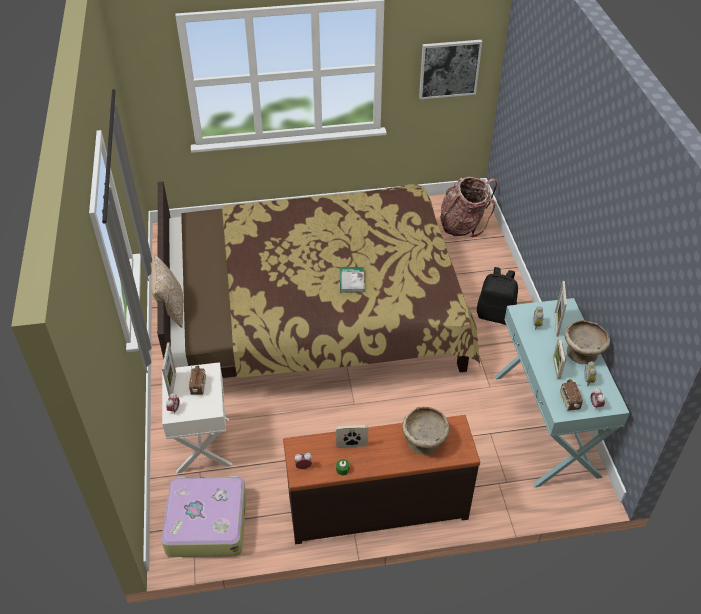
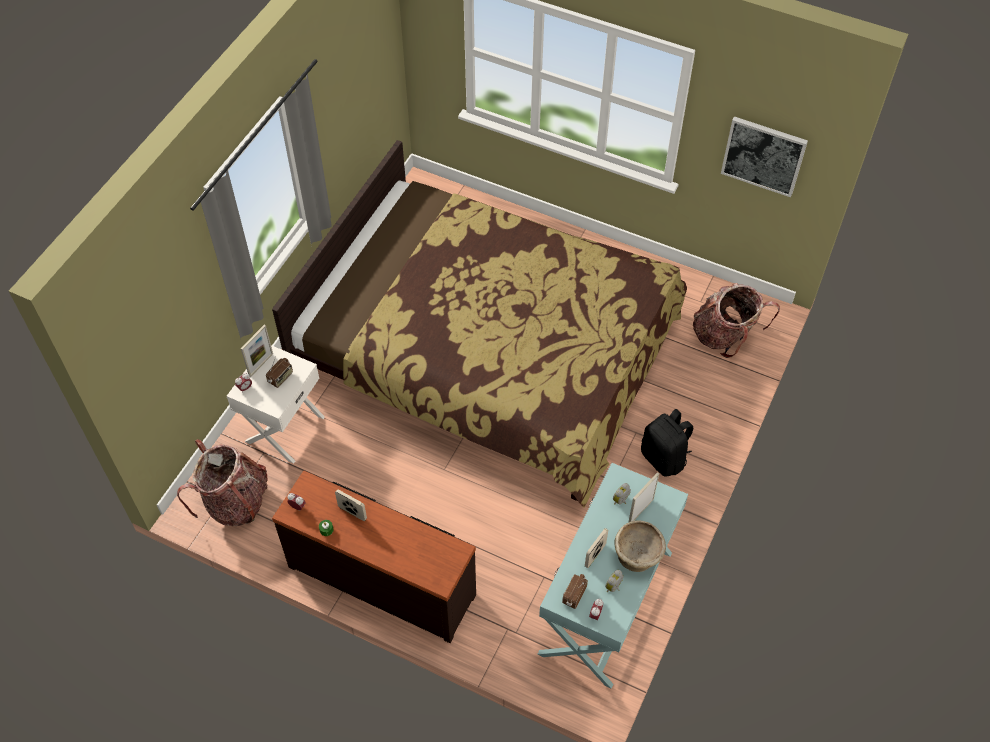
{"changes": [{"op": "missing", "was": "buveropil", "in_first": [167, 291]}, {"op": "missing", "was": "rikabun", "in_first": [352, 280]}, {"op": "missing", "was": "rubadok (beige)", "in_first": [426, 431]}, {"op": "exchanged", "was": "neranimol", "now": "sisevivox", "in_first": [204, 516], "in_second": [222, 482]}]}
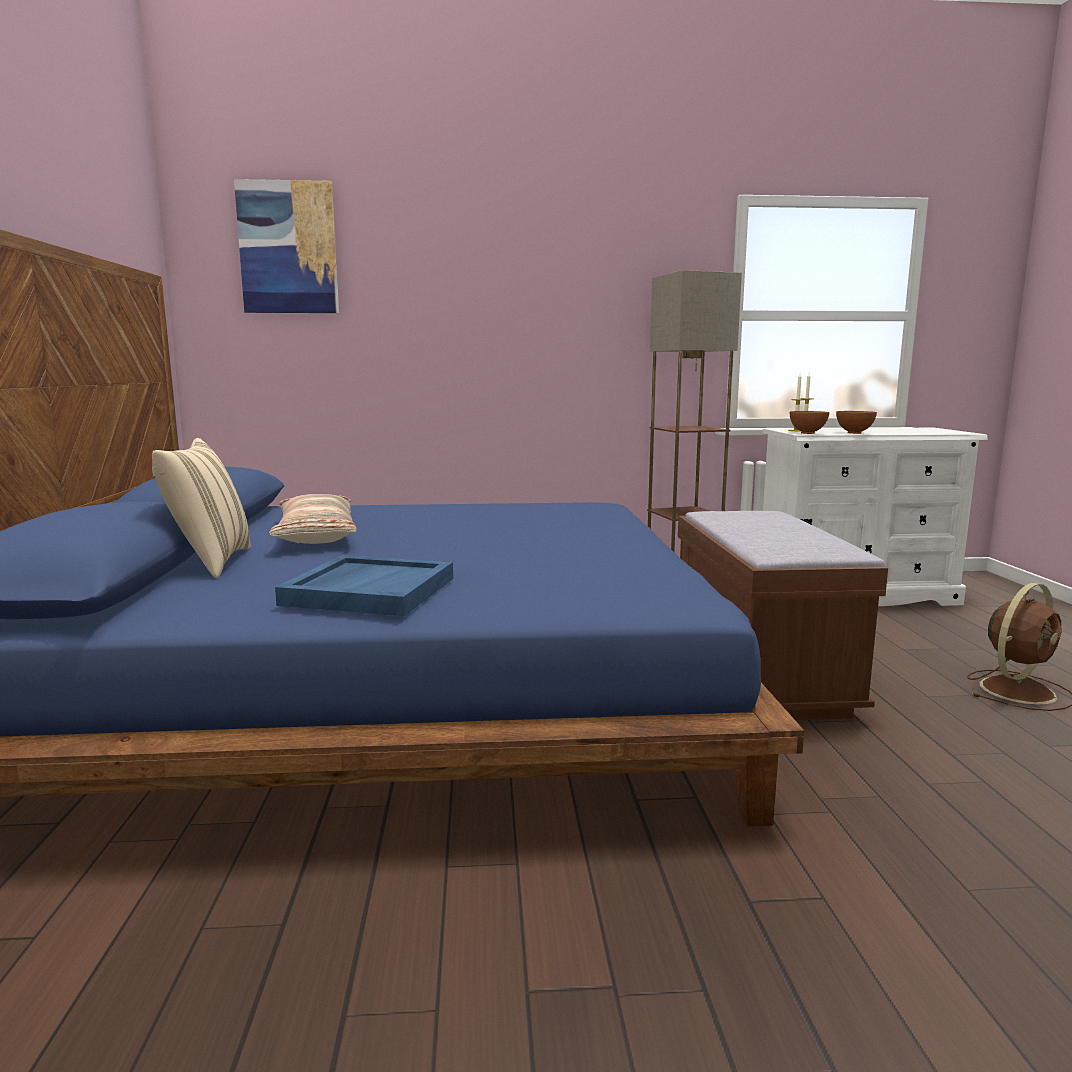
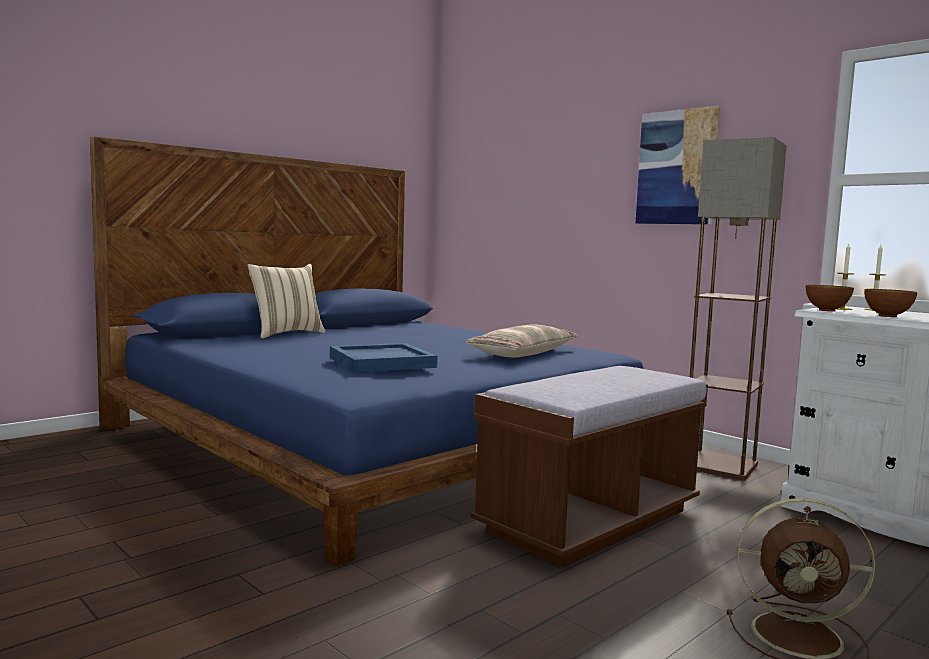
{"changes": [{"op": "relocated", "was": "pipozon", "in_first": [286, 246], "in_second": [678, 164]}, {"op": "relocated", "was": "buveropil", "in_first": [313, 519], "in_second": [522, 341]}, {"op": "relocated", "was": "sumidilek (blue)", "in_first": [364, 585], "in_second": [384, 357]}]}
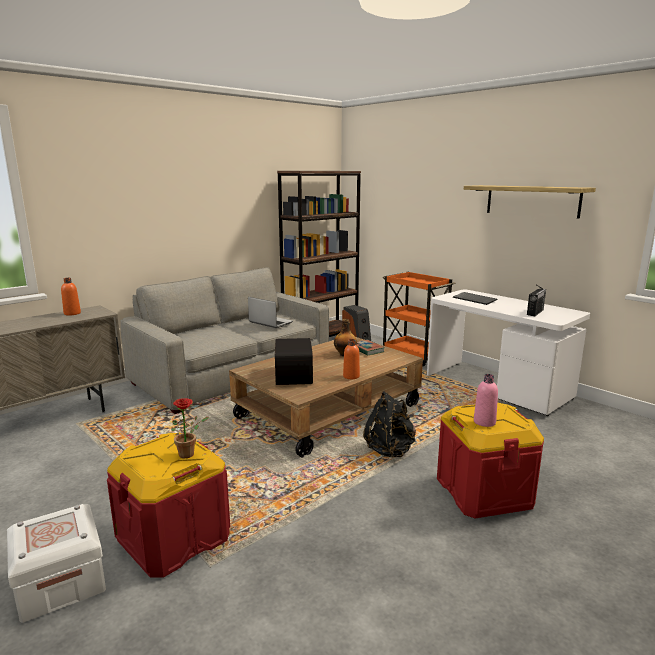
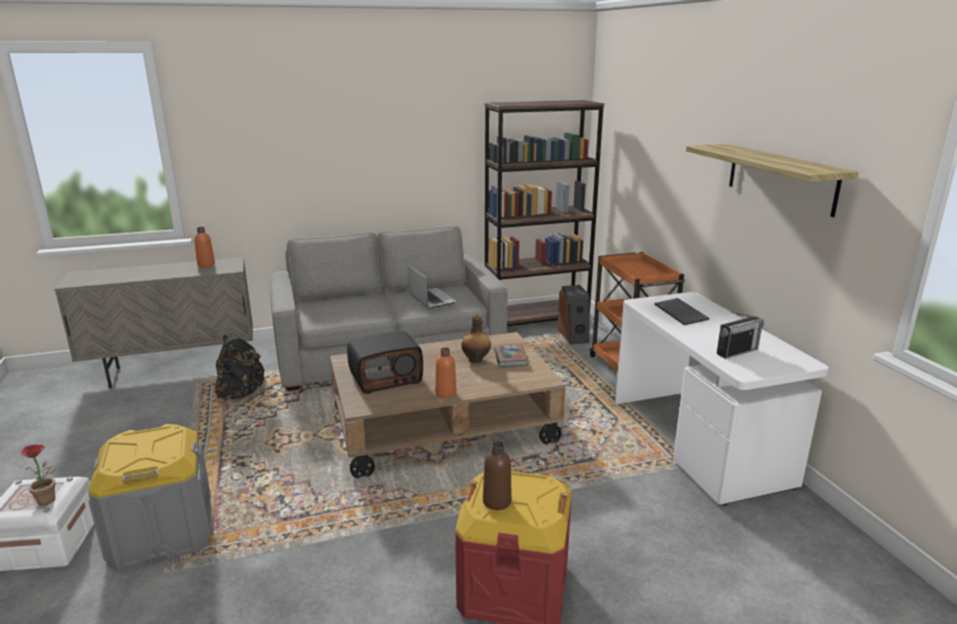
{"changes": [{"op": "relocated", "was": "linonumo", "in_first": [190, 428], "in_second": [38, 475]}, {"op": "relocated", "was": "sisevivox (black)", "in_first": [389, 424], "in_second": [240, 367]}, {"op": "colour", "was": "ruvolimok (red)", "now": "ruvolimok (grey)", "in_first": [168, 505], "in_second": [149, 497]}, {"op": "colour", "was": "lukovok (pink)", "now": "lukovok (brown)", "in_first": [486, 400], "in_second": [497, 475]}, {"op": "spun", "was": "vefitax", "in_first": [294, 361], "in_second": [385, 362], "clockwise": -135}]}
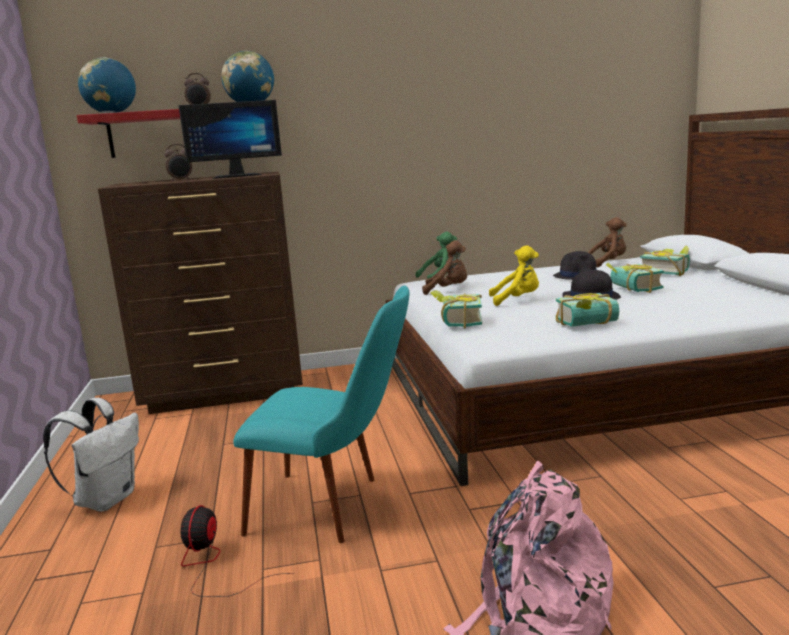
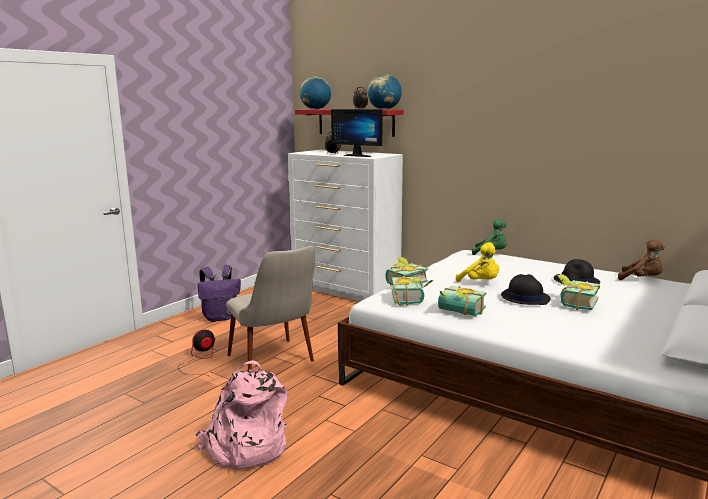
{"changes": [{"op": "missing", "was": "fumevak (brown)", "in_first": [444, 267]}, {"op": "relocated", "was": "rikabun", "in_first": [665, 261], "in_second": [413, 291]}, {"op": "colour", "was": "sisevivox (white)", "now": "sisevivox (purple)", "in_first": [91, 455], "in_second": [219, 293]}, {"op": "colour", "was": "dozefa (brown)", "now": "dozefa (white)", "in_first": [200, 293], "in_second": [345, 226]}, {"op": "colour", "was": "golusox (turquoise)", "now": "golusox (beige)", "in_first": [321, 414], "in_second": [271, 308]}]}
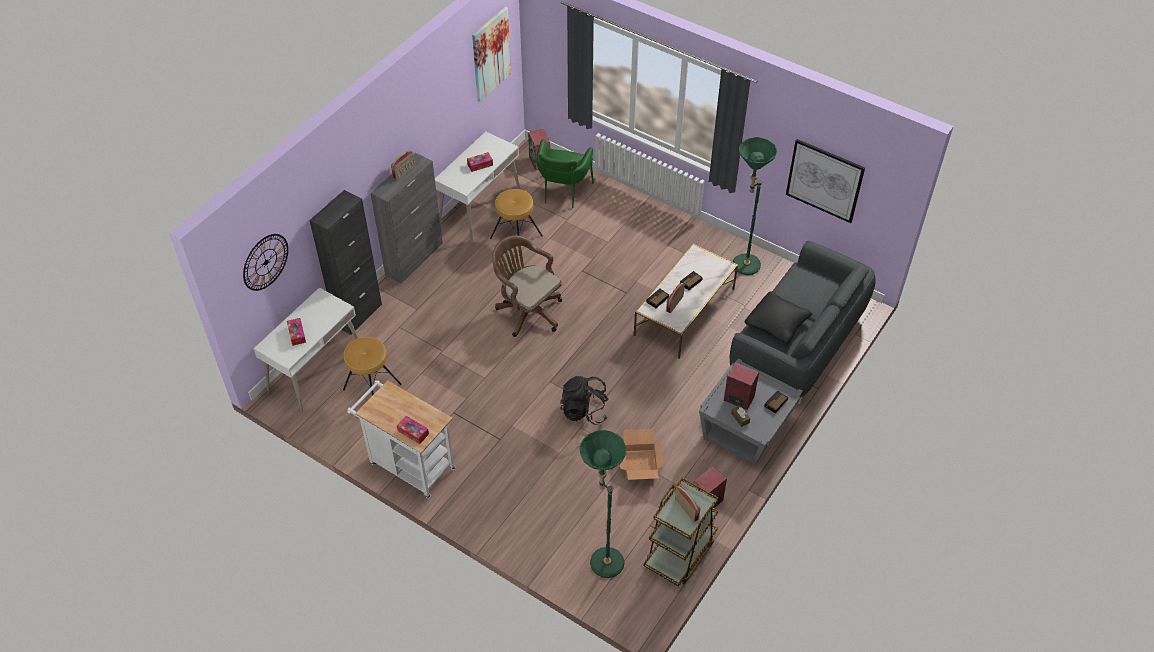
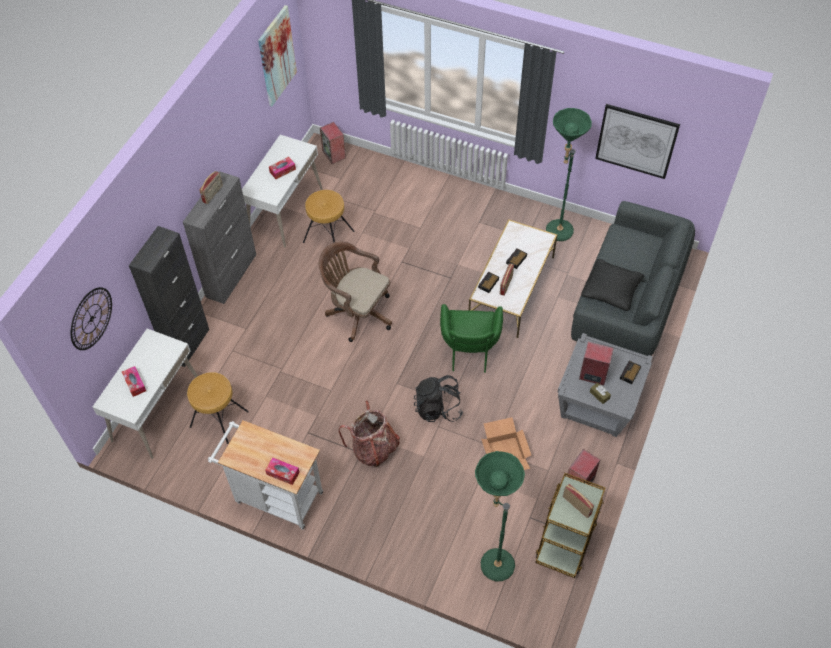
{"changes": [{"op": "appeared", "now": "sisevivox", "in_second": [369, 434]}, {"op": "relocated", "was": "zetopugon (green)", "in_first": [565, 173], "in_second": [471, 338]}]}
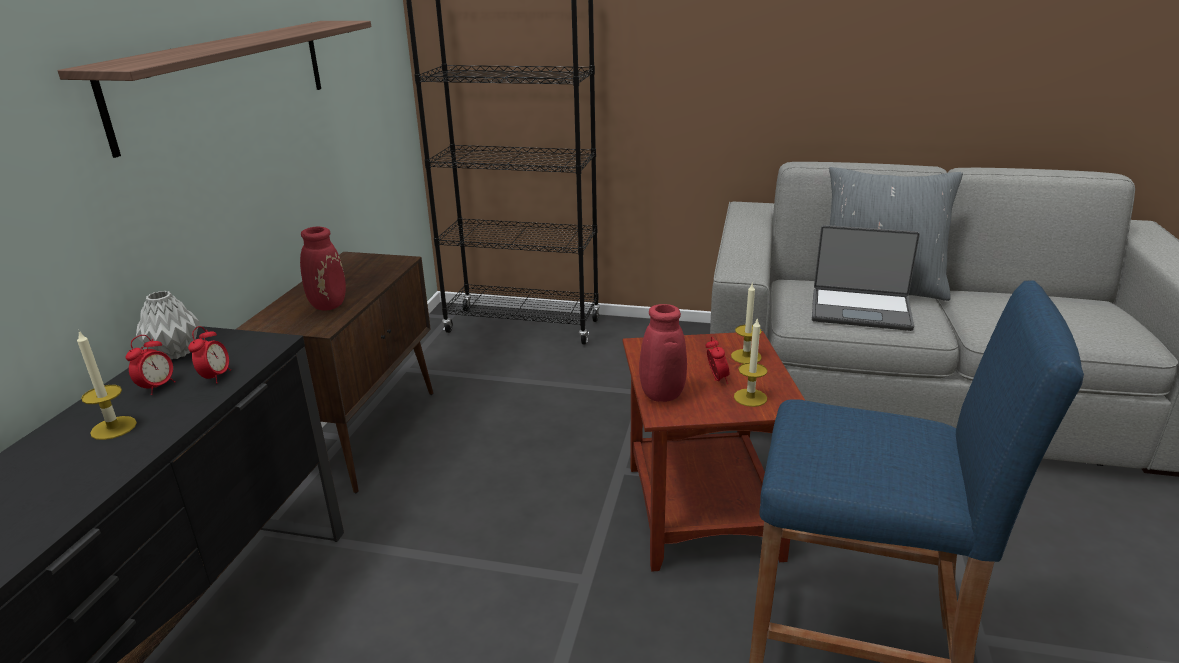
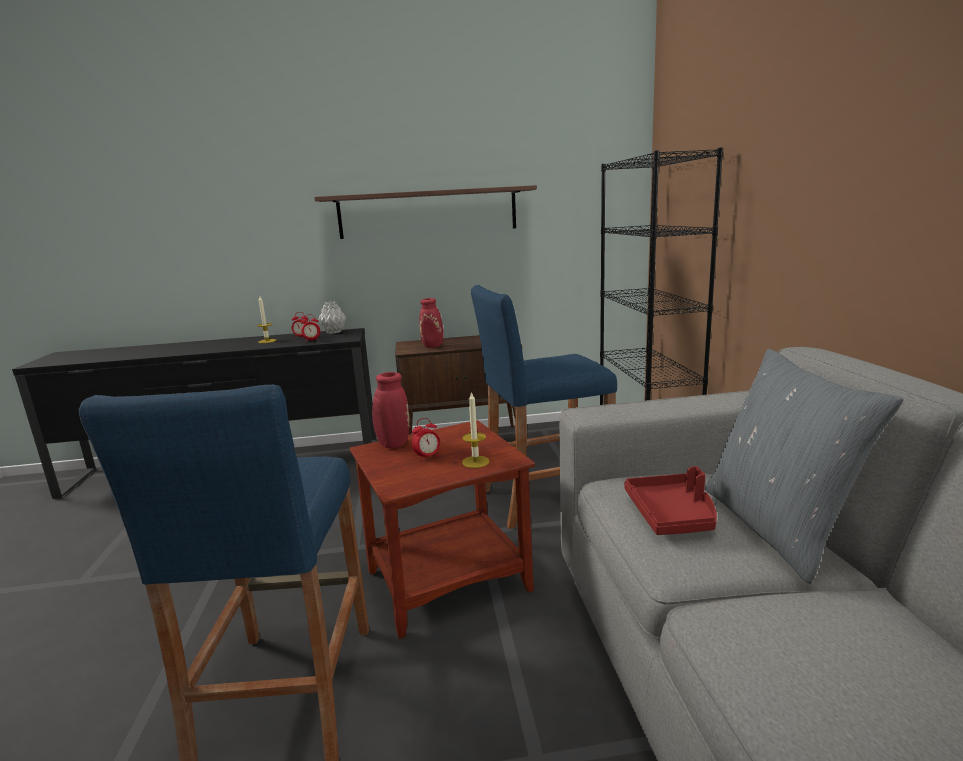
{"changes": [{"op": "missing", "was": "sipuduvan", "in_first": [750, 362]}, {"op": "appeared", "now": "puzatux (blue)", "in_second": [544, 407]}, {"op": "exchanged", "was": "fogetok", "now": "sumidilek (red)", "in_first": [866, 278], "in_second": [670, 500]}]}
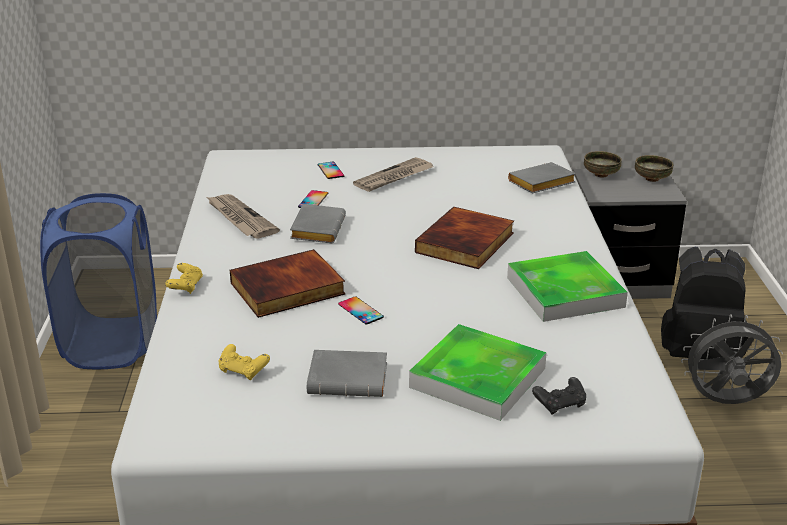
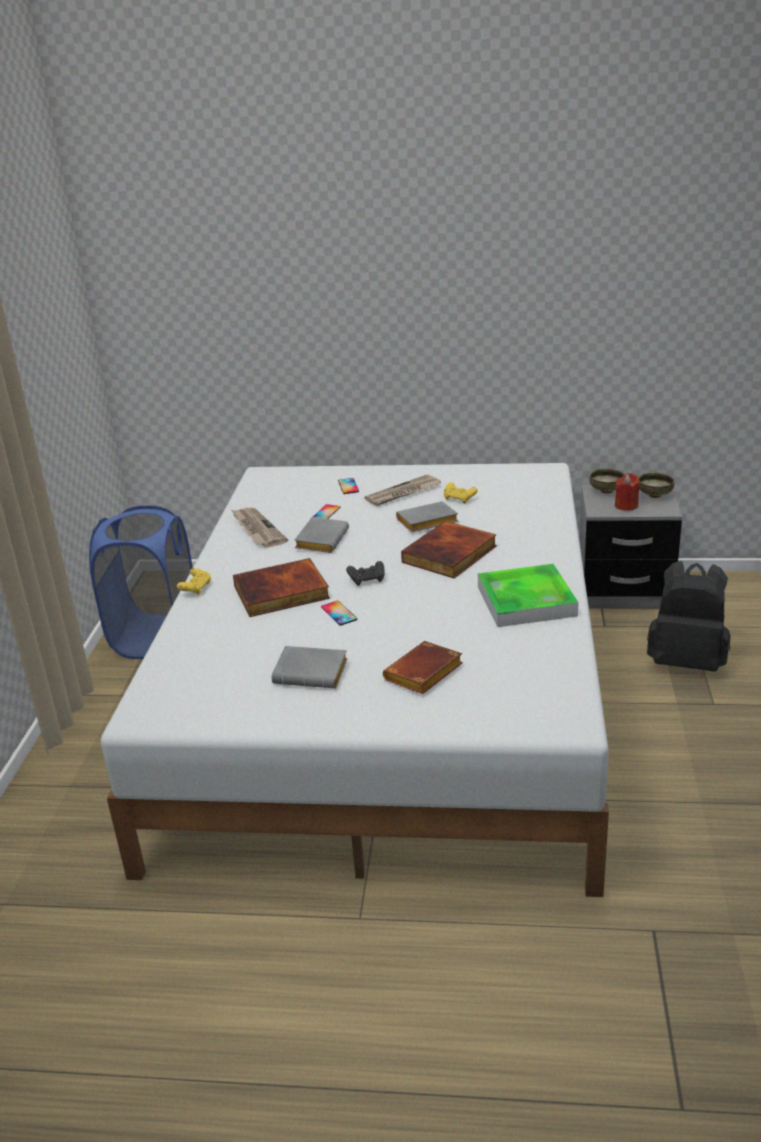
{"changes": [{"op": "missing", "was": "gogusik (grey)", "in_first": [732, 359]}, {"op": "appeared", "now": "sipuduvan (red)", "in_second": [627, 492]}, {"op": "relocated", "was": "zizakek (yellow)", "in_first": [244, 362], "in_second": [461, 493]}, {"op": "relocated", "was": "rikabun (grey)", "in_first": [542, 178], "in_second": [427, 517]}, {"op": "relocated", "was": "zizakek (black)", "in_first": [559, 396], "in_second": [365, 573]}, {"op": "exchanged", "was": "sumidilek", "now": "rikabun (brown)", "in_first": [478, 372], "in_second": [423, 667]}]}
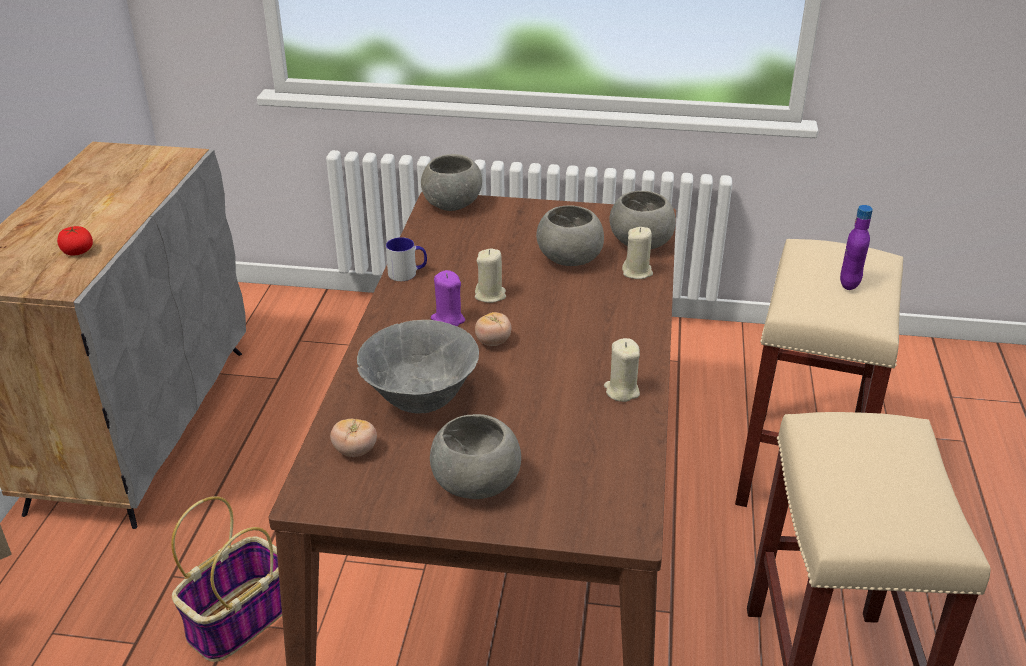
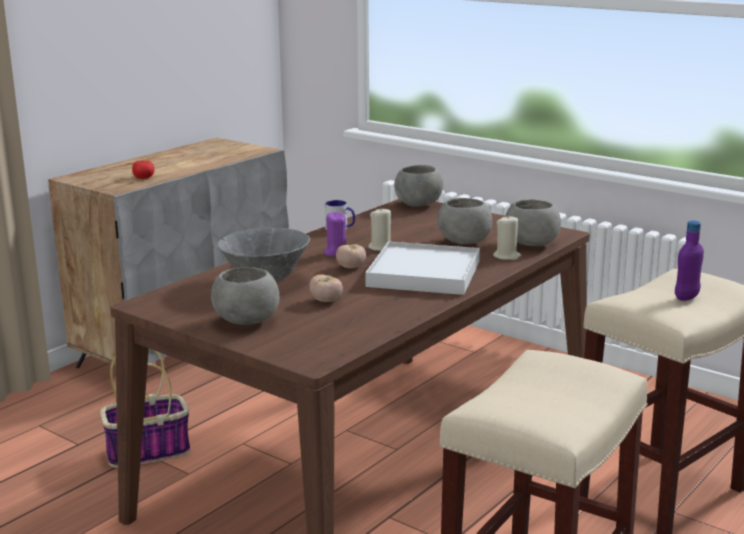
{"changes": [{"op": "missing", "was": "sipuduvan (beige)", "in_first": [622, 370]}, {"op": "appeared", "now": "sumidilek (white)", "in_second": [422, 268]}, {"op": "relocated", "was": "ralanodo", "in_first": [353, 438], "in_second": [326, 288]}]}
